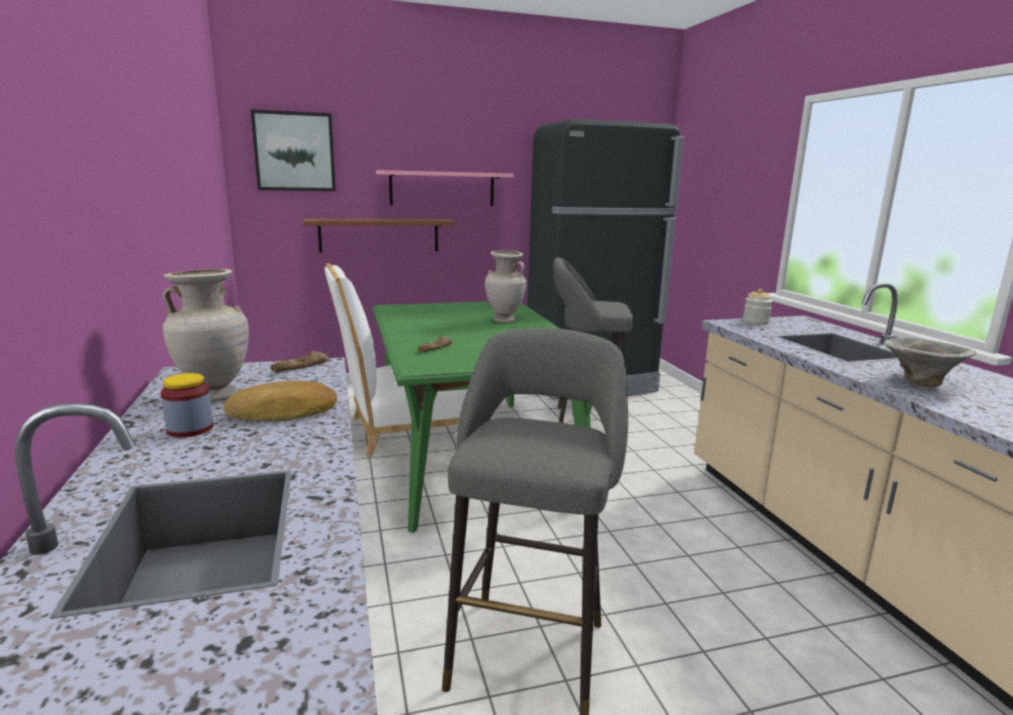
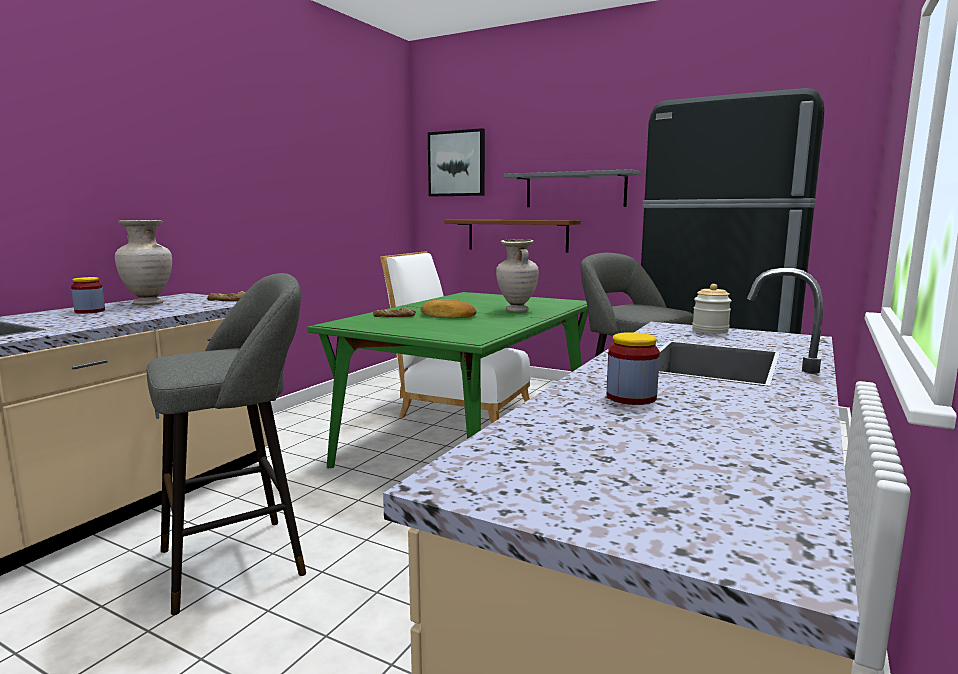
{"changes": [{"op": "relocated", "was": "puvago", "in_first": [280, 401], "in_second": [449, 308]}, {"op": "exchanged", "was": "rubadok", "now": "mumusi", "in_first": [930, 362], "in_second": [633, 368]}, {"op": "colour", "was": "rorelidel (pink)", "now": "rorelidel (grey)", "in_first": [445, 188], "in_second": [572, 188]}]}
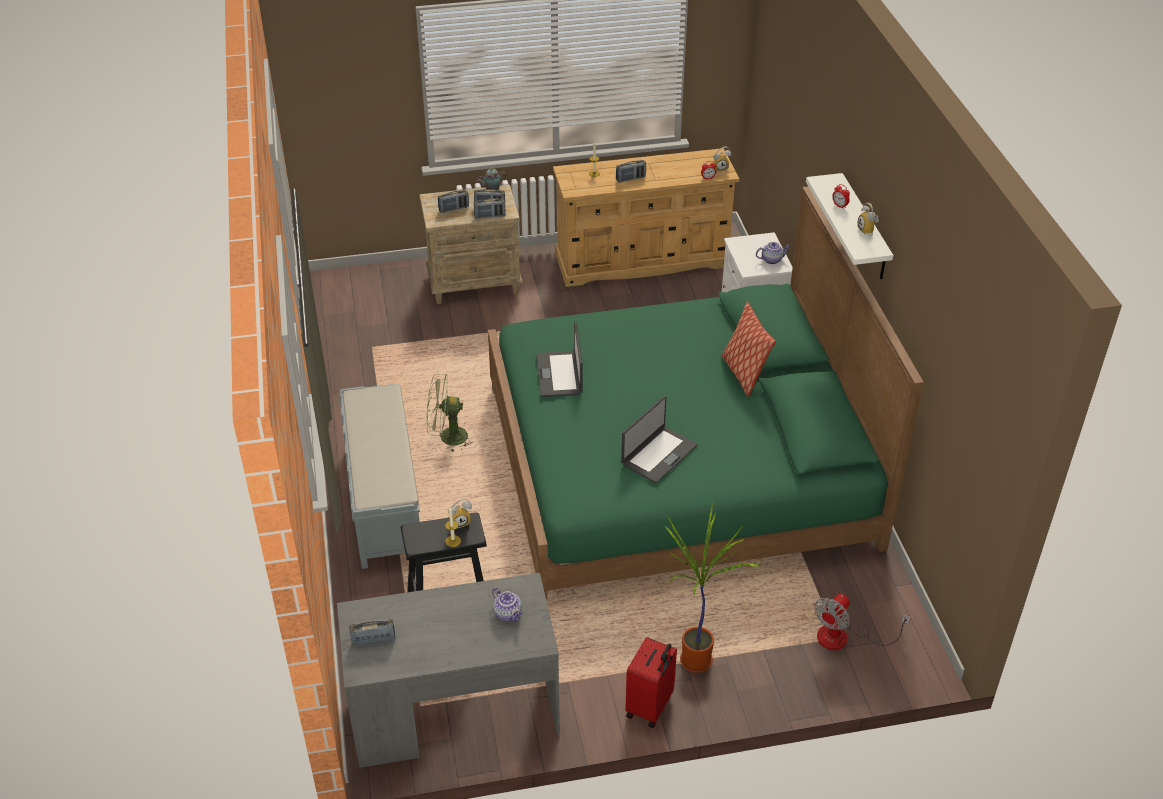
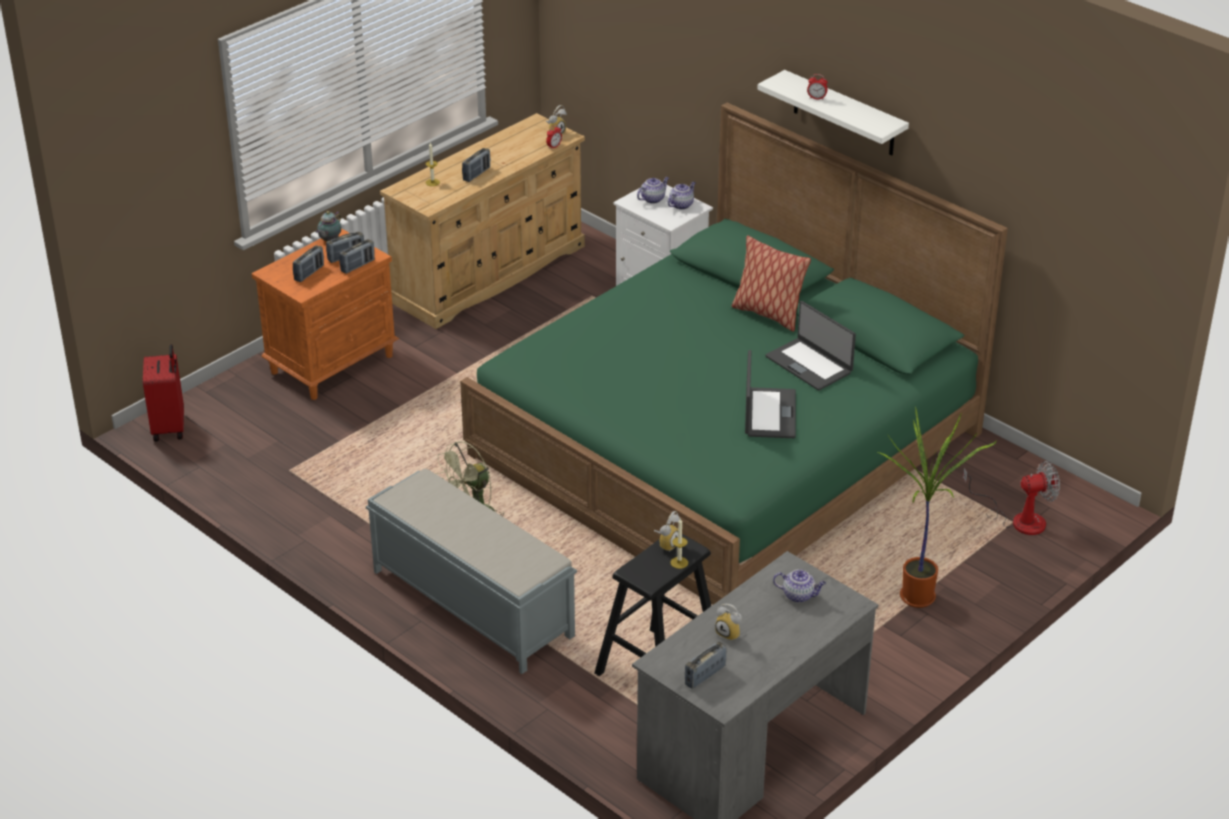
{"changes": [{"op": "appeared", "now": "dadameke", "in_second": [653, 190]}, {"op": "relocated", "was": "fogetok", "in_first": [559, 359], "in_second": [811, 346]}, {"op": "relocated", "was": "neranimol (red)", "in_first": [651, 682], "in_second": [163, 393]}, {"op": "relocated", "was": "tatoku", "in_first": [868, 219], "in_second": [728, 622]}, {"op": "colour", "was": "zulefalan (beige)", "now": "zulefalan (orange)", "in_first": [471, 244], "in_second": [325, 314]}, {"op": "spun", "was": "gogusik", "in_first": [862, 622], "in_second": [1011, 498], "clockwise": -105}]}
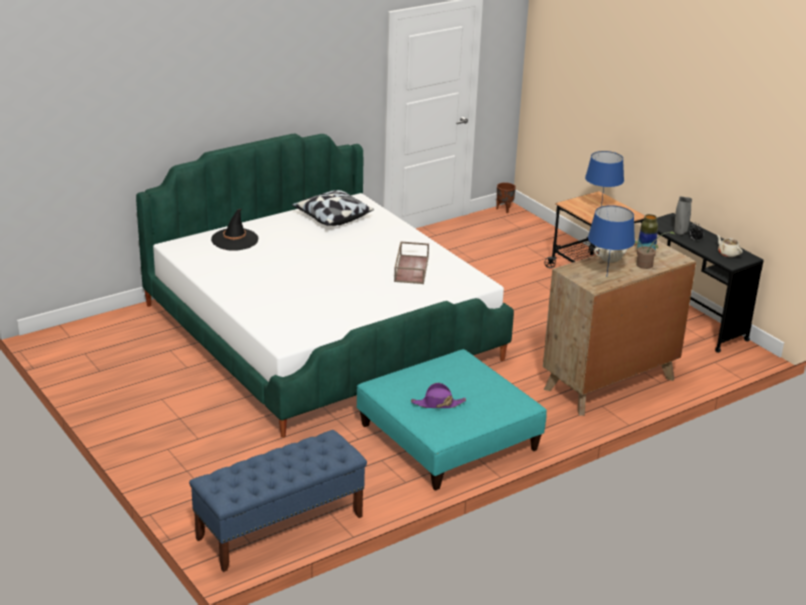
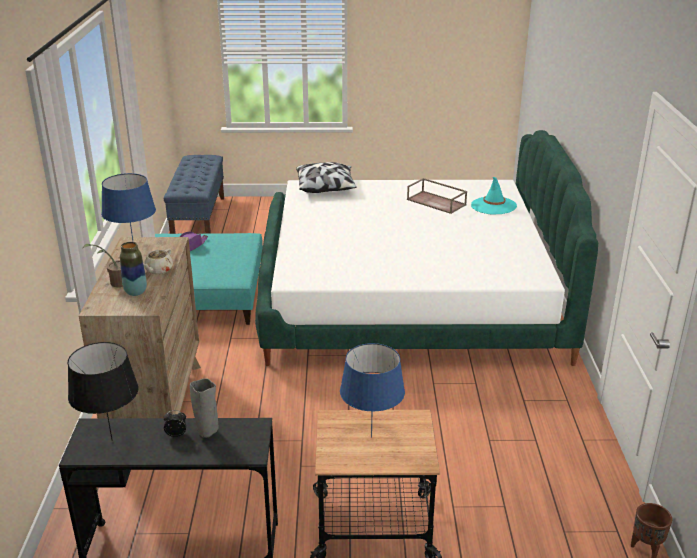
{"changes": [{"op": "relocated", "was": "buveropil", "in_first": [333, 208], "in_second": [326, 177]}, {"op": "relocated", "was": "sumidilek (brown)", "in_first": [411, 262], "in_second": [437, 196]}, {"op": "exchanged", "was": "dadameke (beige)", "now": "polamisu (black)", "in_first": [730, 246], "in_second": [103, 391]}, {"op": "colour", "was": "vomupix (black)", "now": "vomupix (turquoise)", "in_first": [234, 230], "in_second": [494, 195]}]}
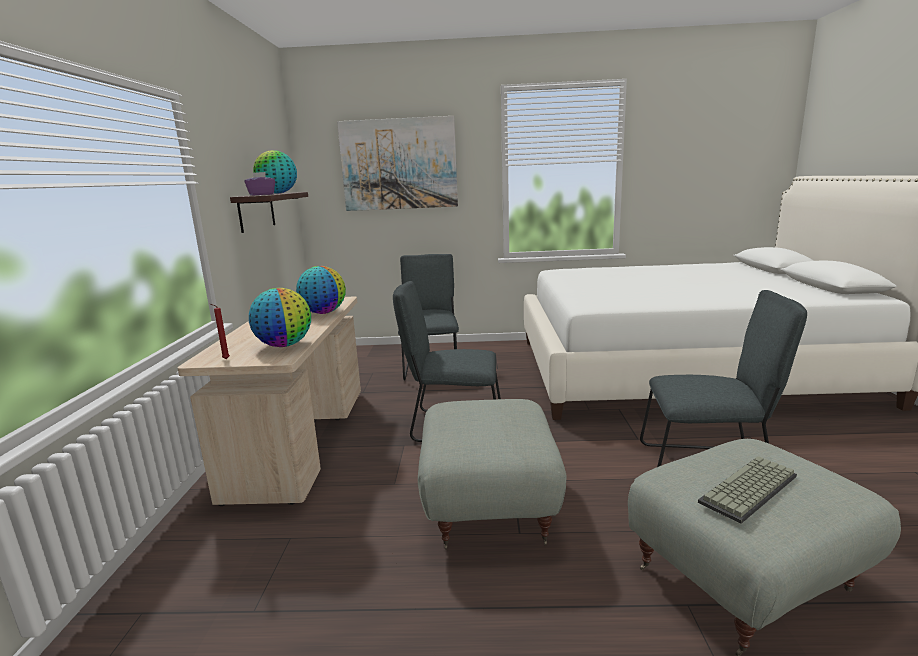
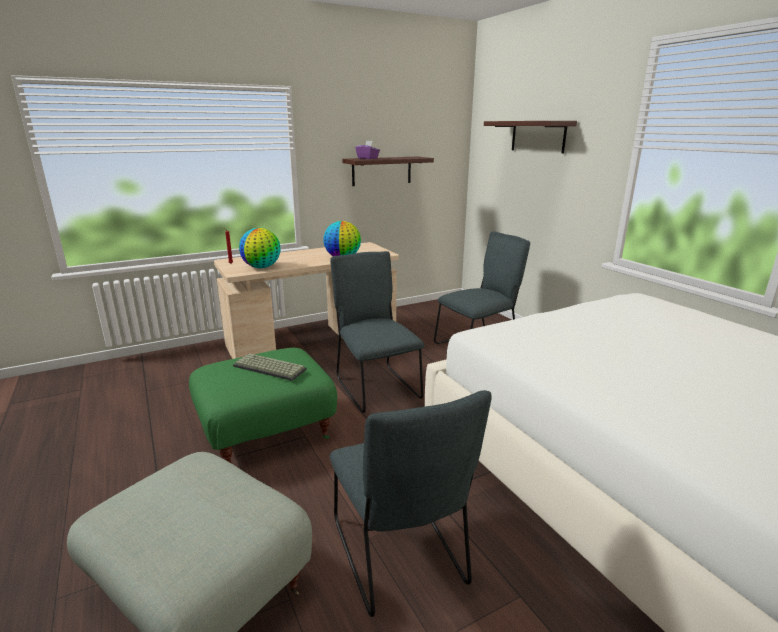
{"changes": [{"op": "missing", "was": "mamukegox", "in_first": [275, 172]}, {"op": "relocated", "was": "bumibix", "in_first": [747, 490], "in_second": [270, 367]}, {"op": "exchanged", "was": "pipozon", "now": "rorelidel", "in_first": [397, 163], "in_second": [530, 137]}, {"op": "colour", "was": "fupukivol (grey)", "now": "fupukivol (green)", "in_first": [492, 474], "in_second": [263, 406]}]}
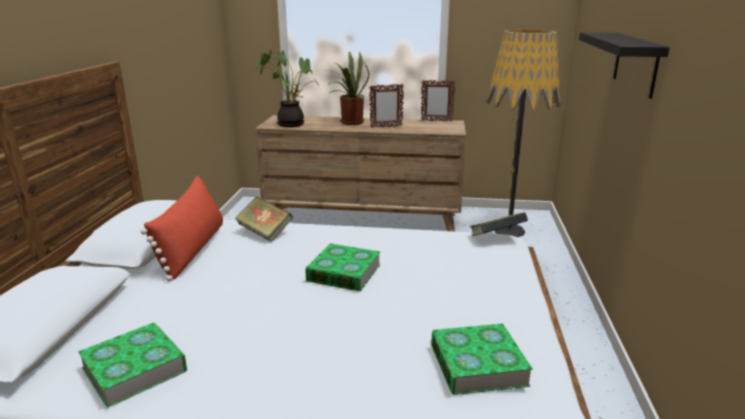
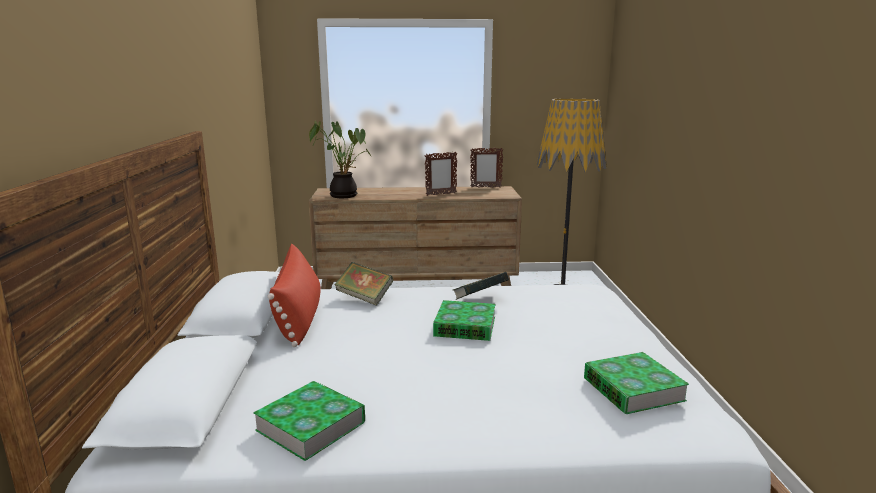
{"changes": [{"op": "missing", "was": "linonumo", "in_first": [348, 88]}, {"op": "missing", "was": "rorelidel (black)", "in_first": [624, 65]}, {"op": "relocated", "was": "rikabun", "in_first": [498, 224], "in_second": [481, 286]}]}
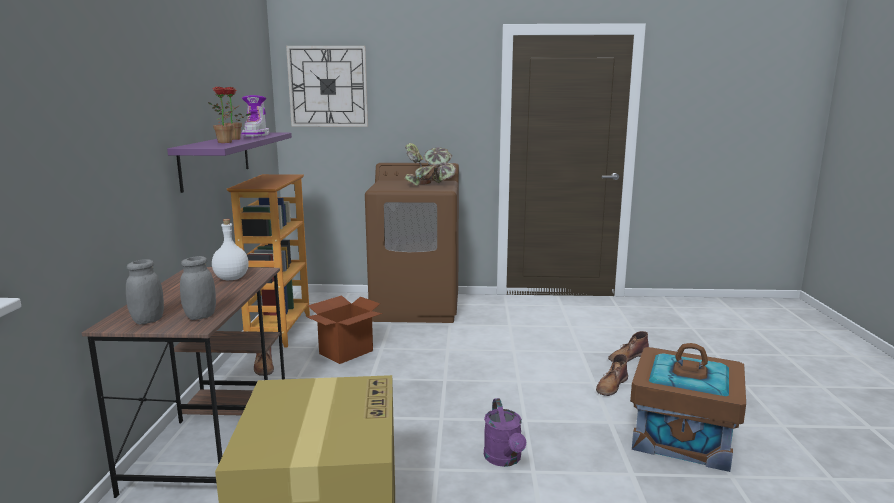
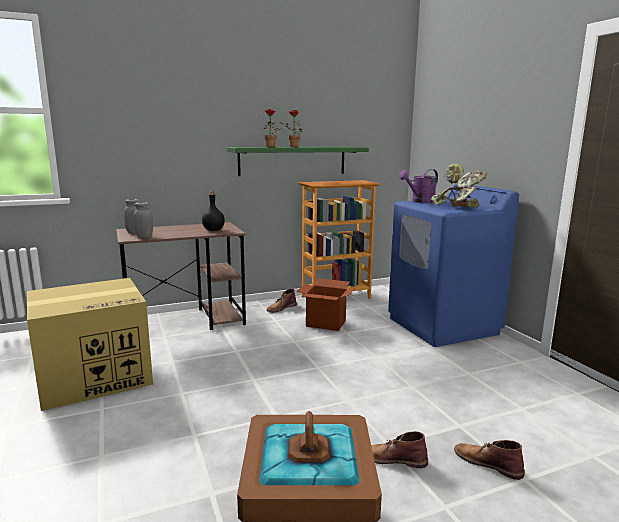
{"changes": [{"op": "missing", "was": "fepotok", "in_first": [255, 116]}, {"op": "missing", "was": "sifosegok", "in_first": [327, 86]}, {"op": "relocated", "was": "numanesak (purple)", "in_first": [505, 432], "in_second": [418, 186]}, {"op": "colour", "was": "rorelidel (purple)", "now": "rorelidel (green)", "in_first": [229, 163], "in_second": [298, 161]}, {"op": "colour", "was": "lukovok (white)", "now": "lukovok (black)", "in_first": [230, 249], "in_second": [213, 211]}, {"op": "colour", "was": "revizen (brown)", "now": "revizen (blue)", "in_first": [412, 243], "in_second": [453, 265]}]}
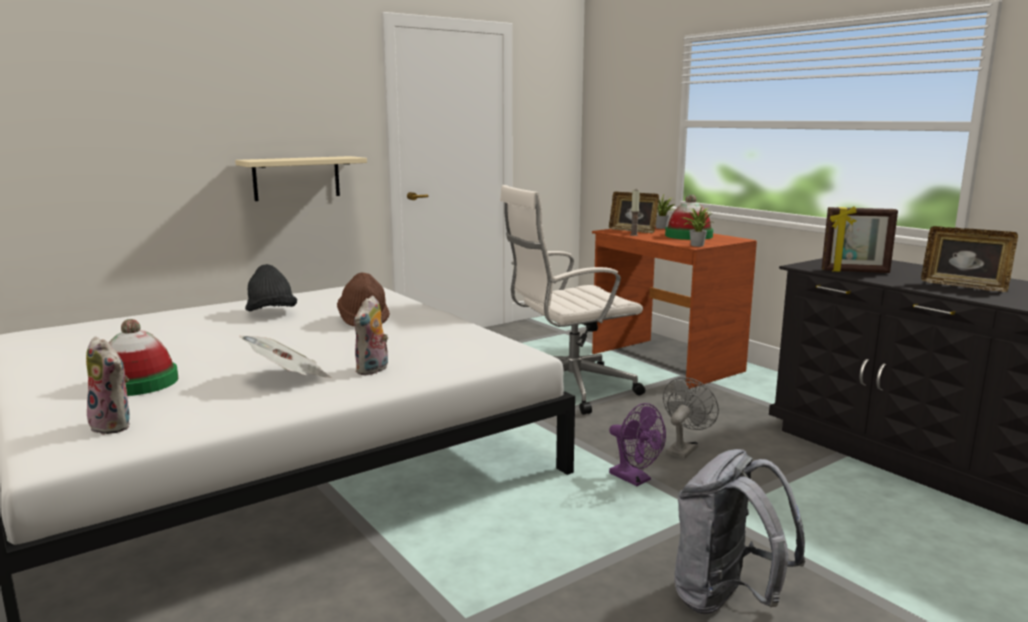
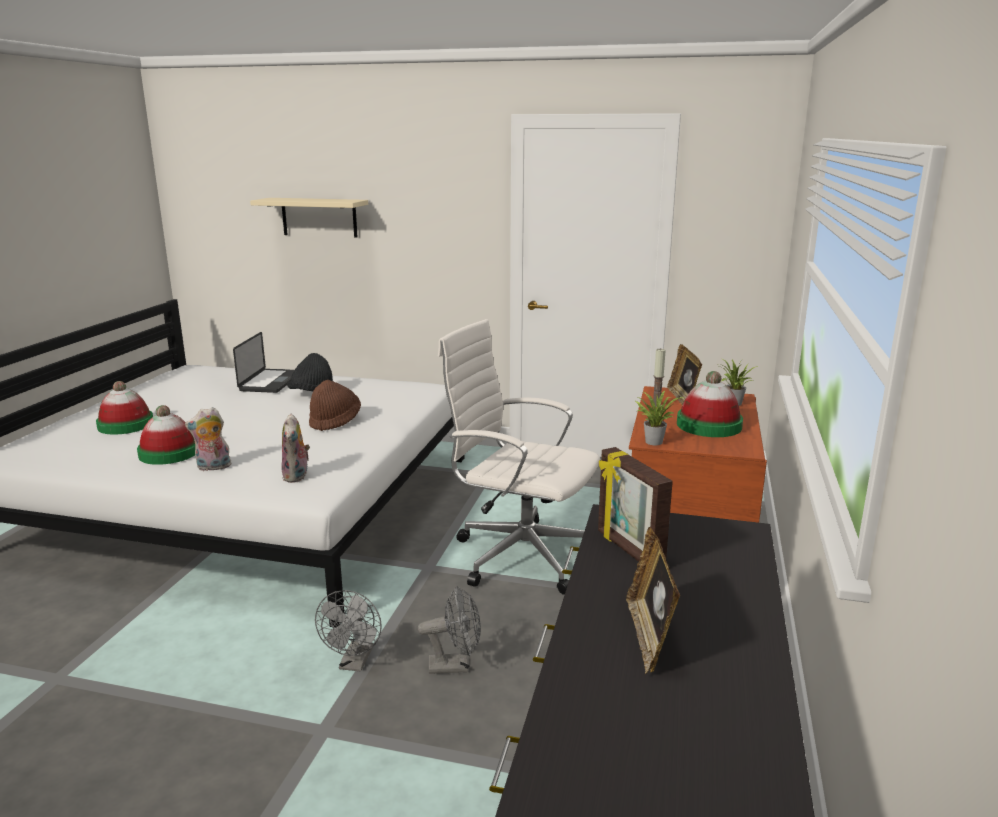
{"changes": [{"op": "missing", "was": "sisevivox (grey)", "in_first": [740, 531]}, {"op": "appeared", "now": "fogetok", "in_second": [264, 362]}, {"op": "relocated", "was": "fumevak", "in_first": [108, 386], "in_second": [295, 448]}, {"op": "relocated", "was": "rorelidel (beige)", "in_first": [301, 178], "in_second": [309, 218]}, {"op": "exchanged", "was": "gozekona", "now": "vomupix", "in_first": [285, 357], "in_second": [166, 435]}, {"op": "colour", "was": "gogusik (purple)", "now": "gogusik (grey)", "in_first": [637, 444], "in_second": [348, 631]}]}
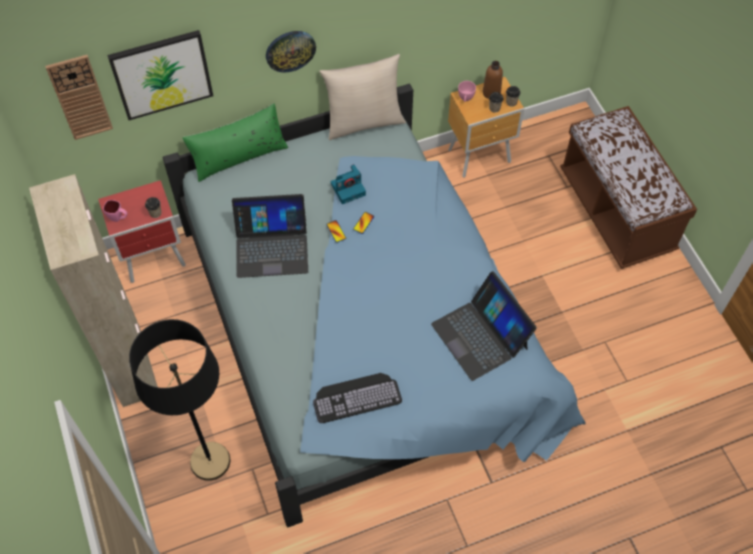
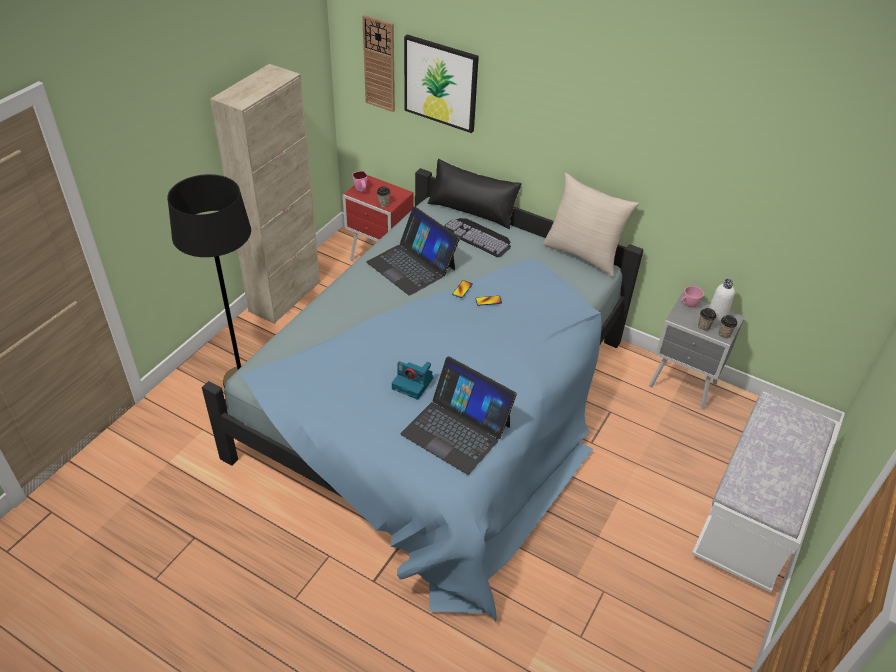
{"changes": [{"op": "missing", "was": "sifosegok", "in_first": [291, 51]}, {"op": "relocated", "was": "bumibix", "in_first": [357, 398], "in_second": [477, 237]}, {"op": "relocated", "was": "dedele", "in_first": [348, 184], "in_second": [412, 380]}, {"op": "colour", "was": "buveropil (green)", "now": "buveropil (black)", "in_first": [235, 143], "in_second": [474, 194]}, {"op": "colour", "was": "zulefalan (brown)", "now": "zulefalan (grey)", "in_first": [486, 127], "in_second": [696, 351]}, {"op": "colour", "was": "lukovok (brown)", "now": "lukovok (white)", "in_first": [493, 80], "in_second": [722, 301]}, {"op": "colour", "was": "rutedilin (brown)", "now": "rutedilin (white)", "in_first": [628, 187], "in_second": [766, 491]}, {"op": "spun", "was": "fogetok", "in_first": [484, 326], "in_second": [459, 415], "clockwise": -75}]}
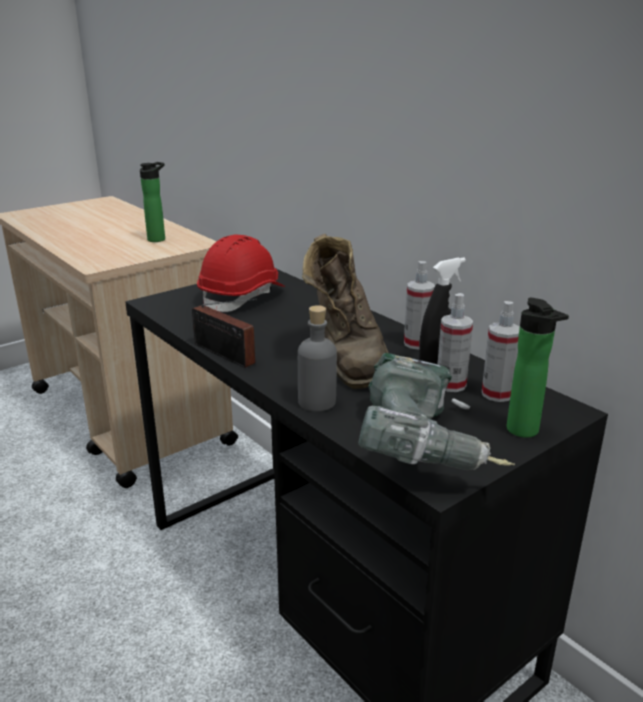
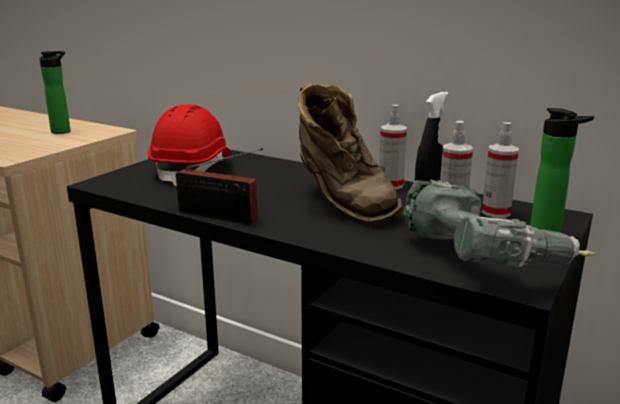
{"changes": [{"op": "missing", "was": "lukovok (grey)", "in_first": [317, 358]}]}
